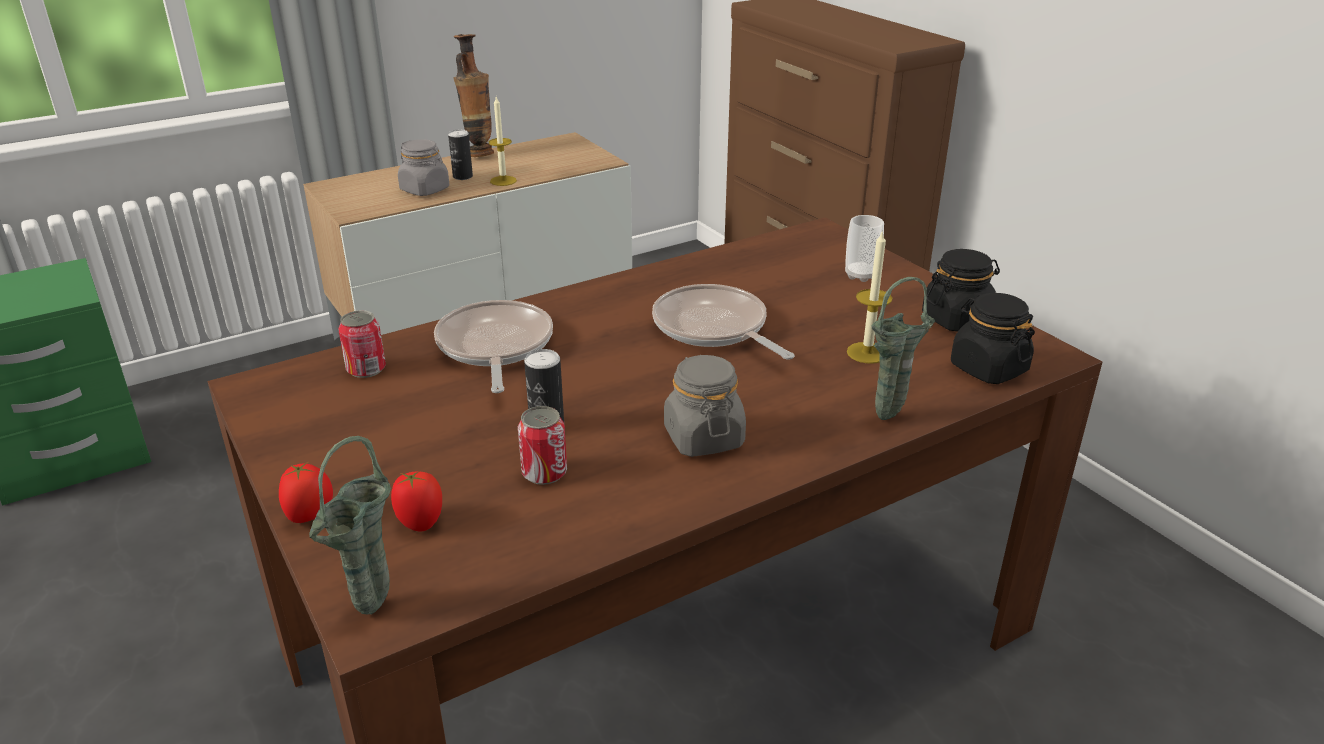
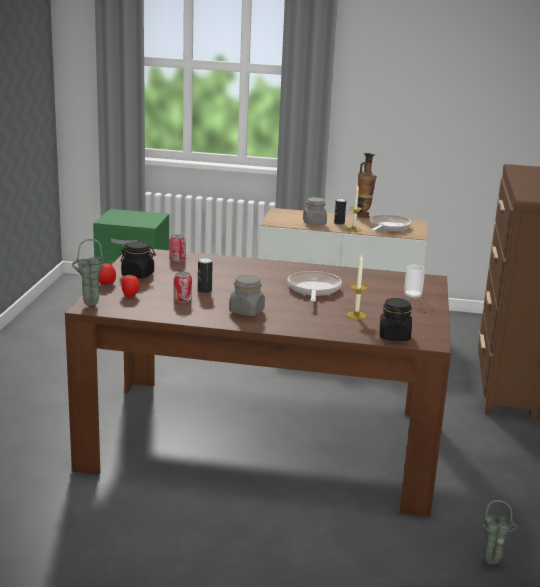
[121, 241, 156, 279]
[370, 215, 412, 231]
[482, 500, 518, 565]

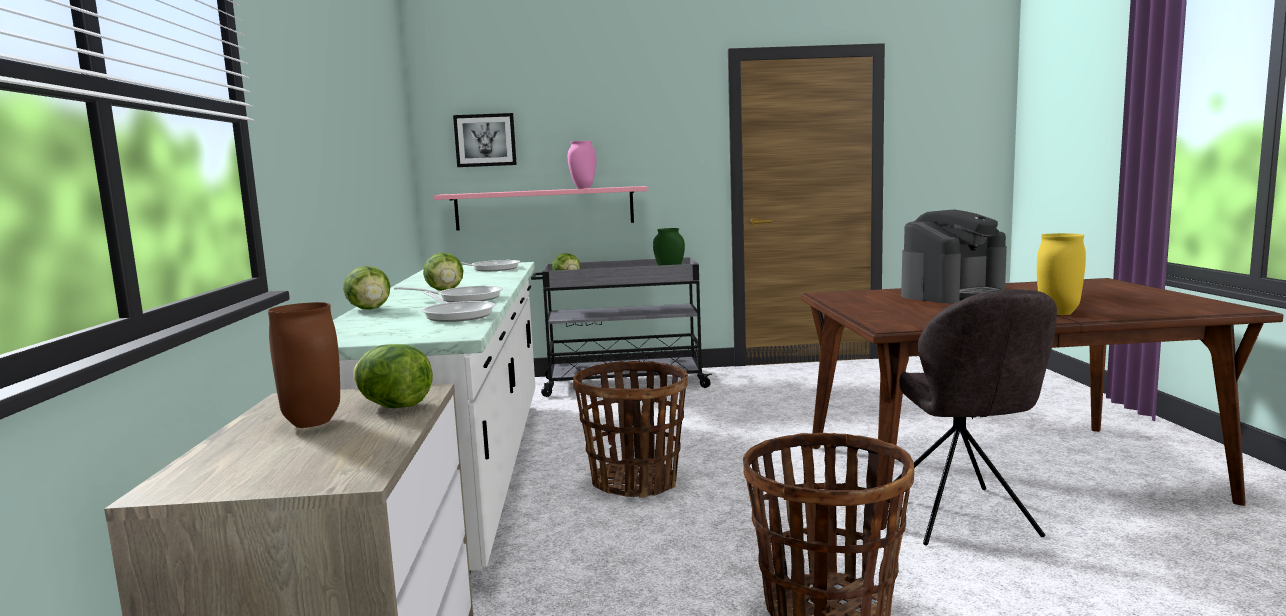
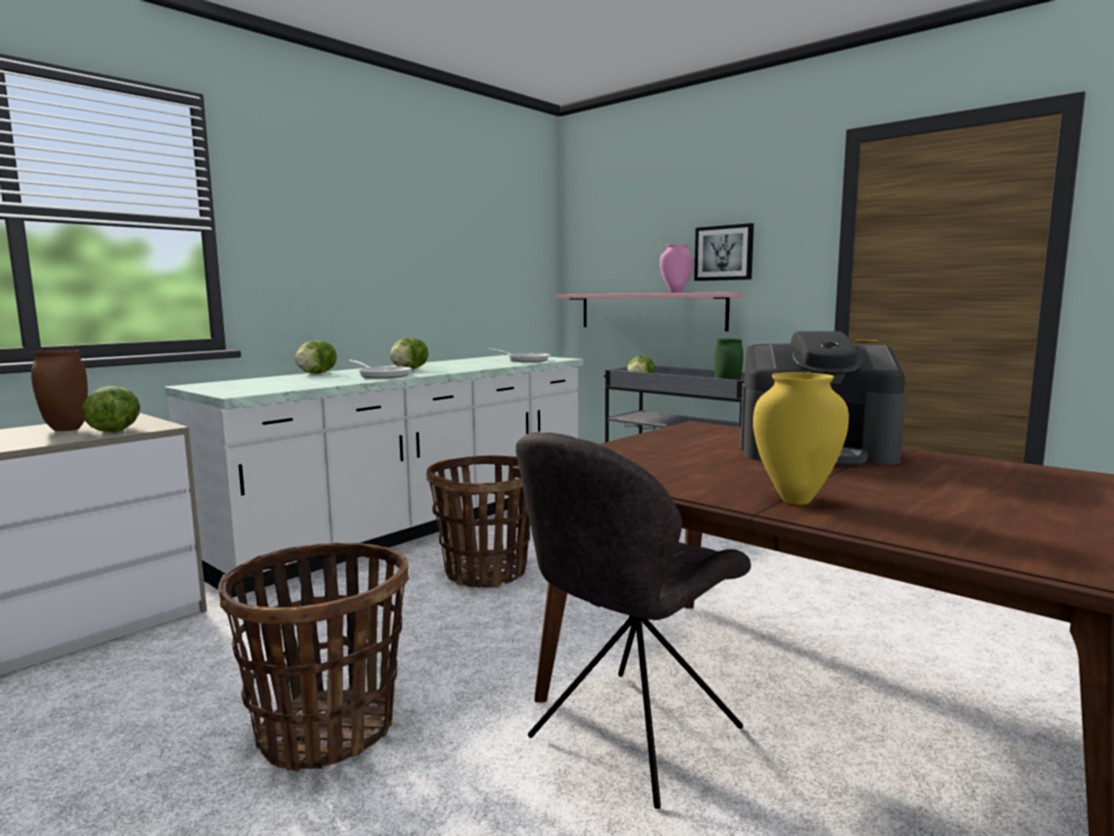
[694, 223, 754, 281]
[421, 291, 495, 322] (first image)

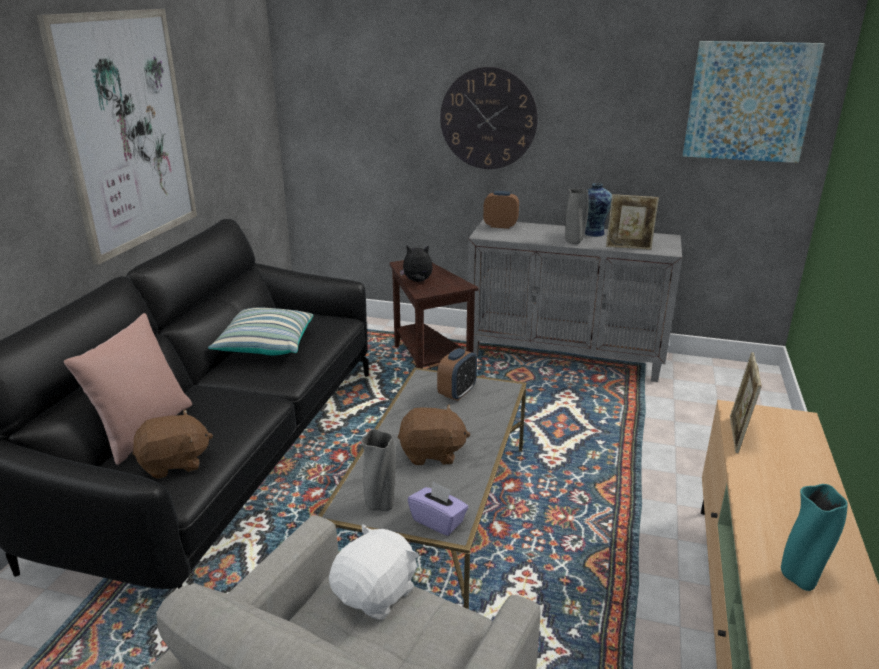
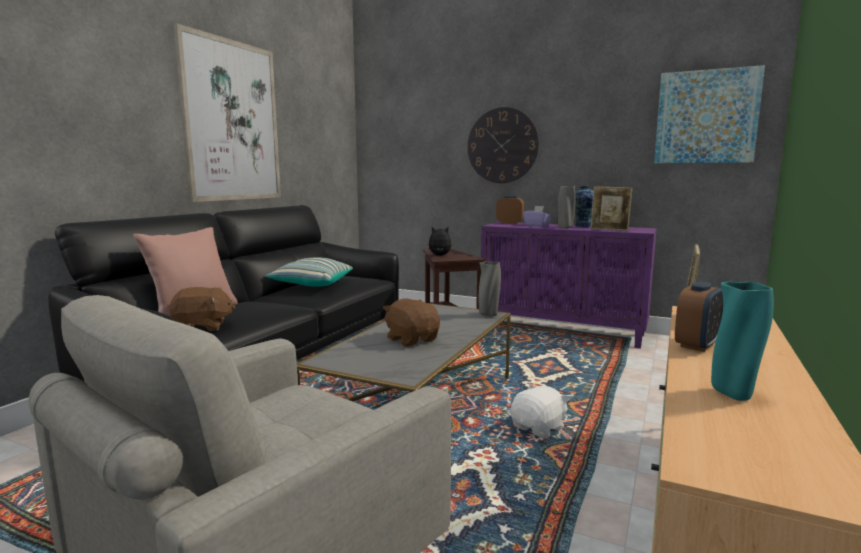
[383, 298, 440, 347]
[479, 261, 501, 316]
[481, 222, 657, 349]
[511, 385, 570, 439]
[523, 206, 552, 227]
[675, 282, 723, 352]

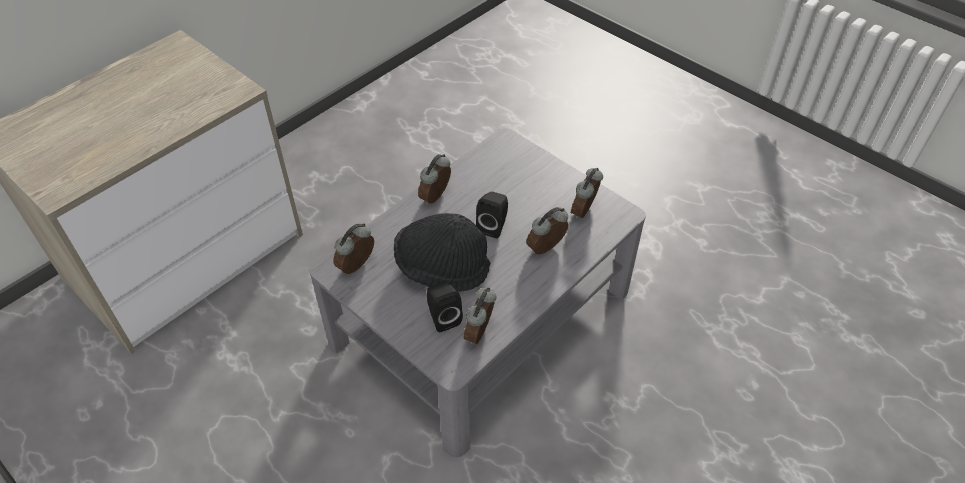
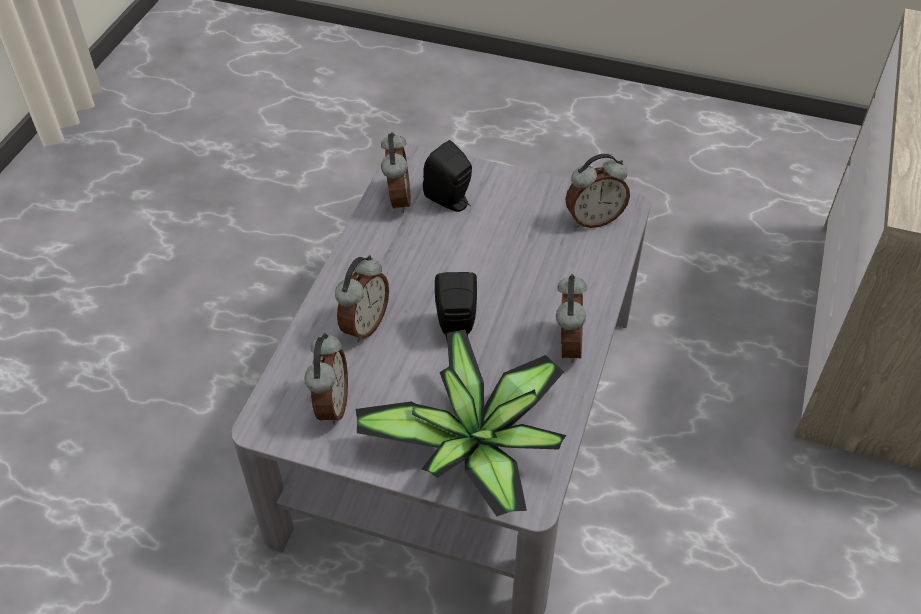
[355, 330, 567, 516]
[565, 154, 630, 228]
[394, 213, 490, 292] (first image)

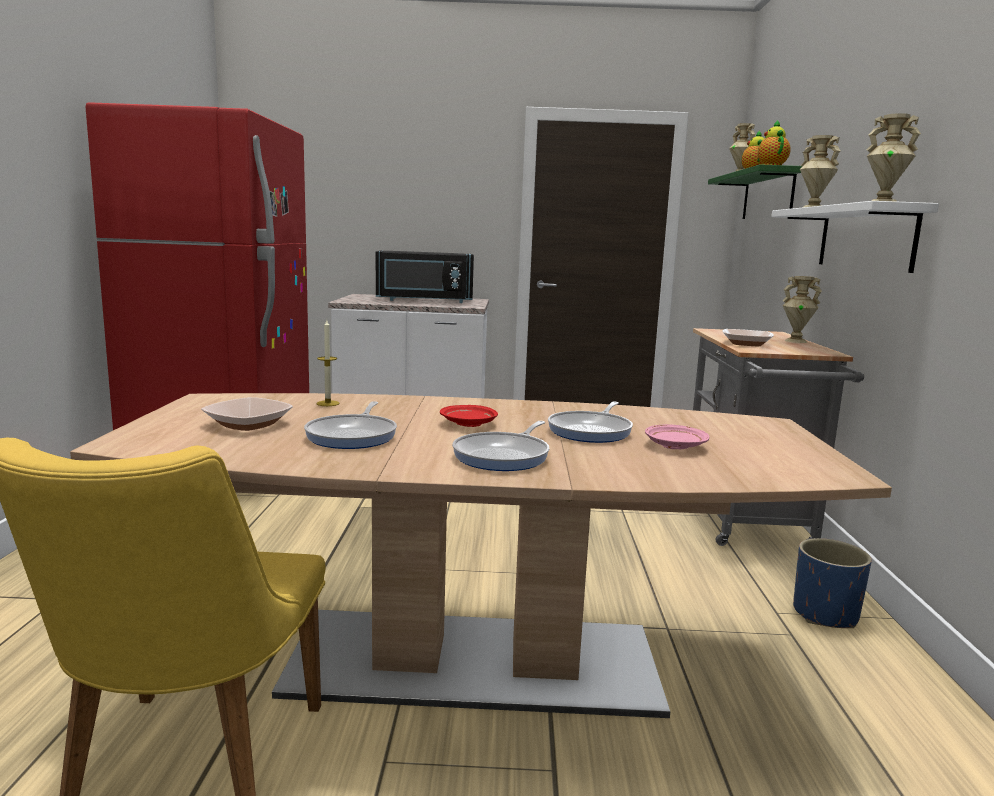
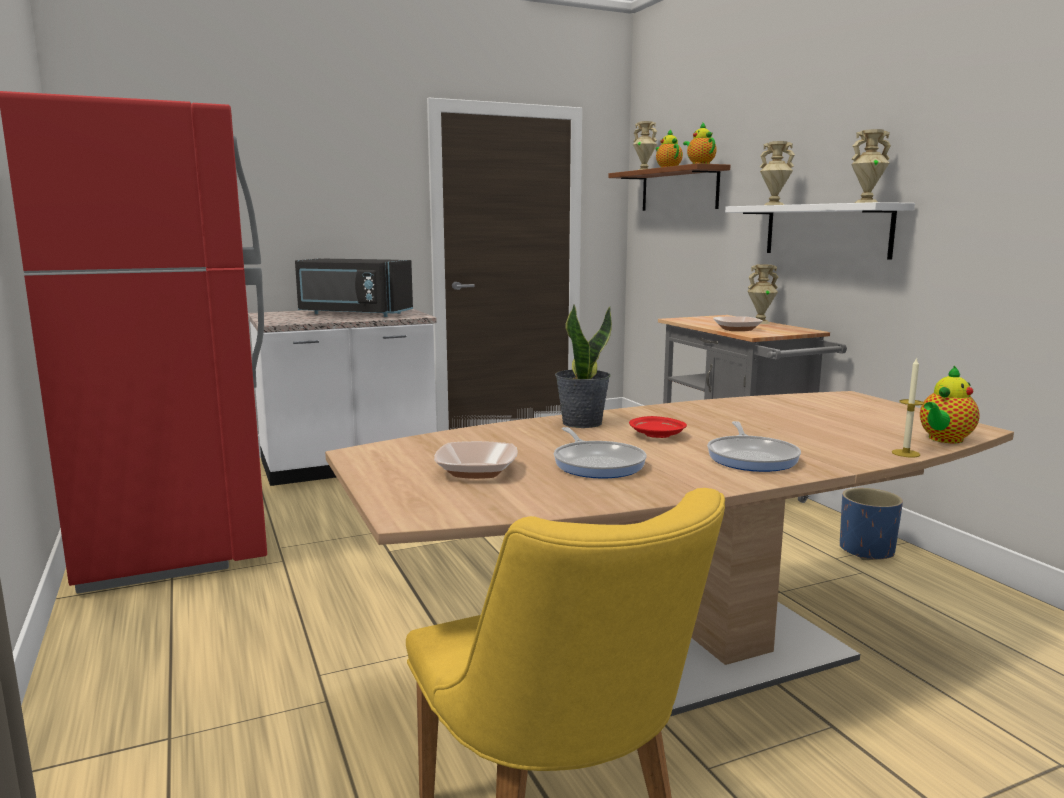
[295, 259, 413, 317]
[555, 304, 612, 428]
[608, 163, 730, 211]
[892, 357, 924, 457]
[920, 366, 980, 443]
[548, 402, 633, 443] (first image)
[645, 424, 709, 449] (first image)

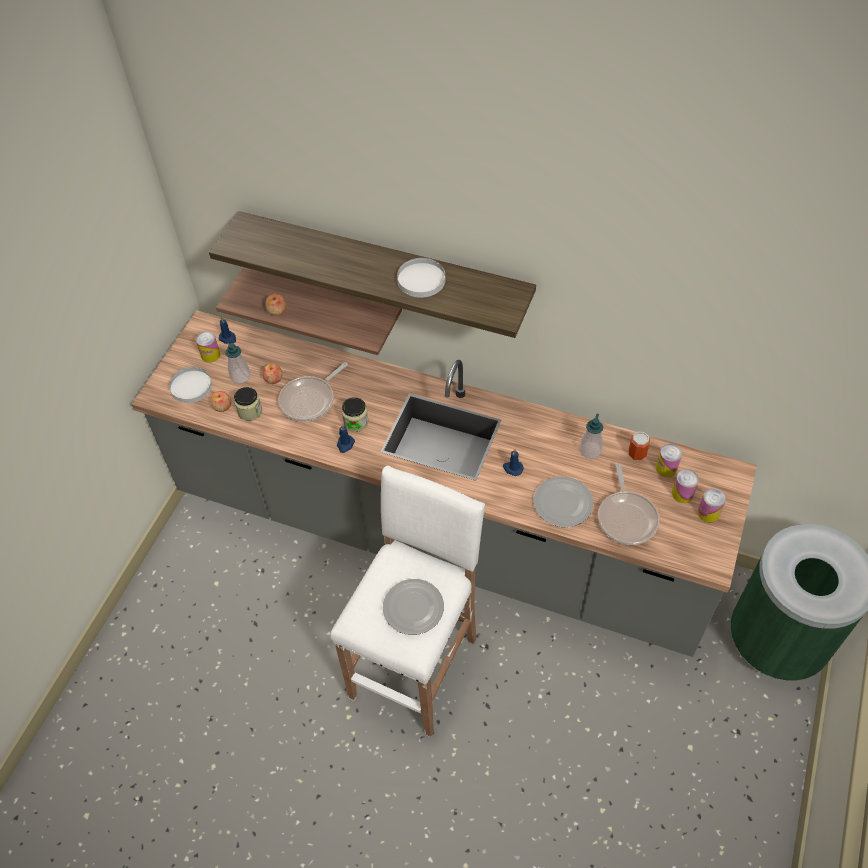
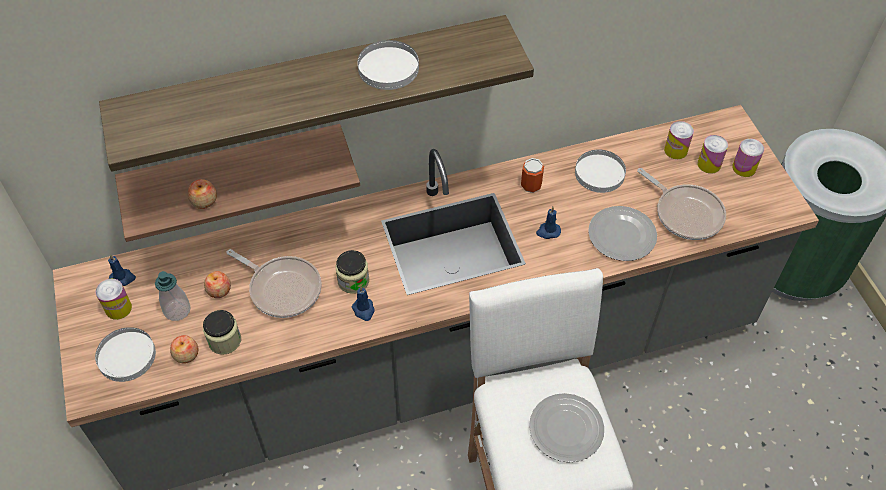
[226, 249, 321, 318]
[521, 158, 544, 193]
[575, 150, 626, 193]

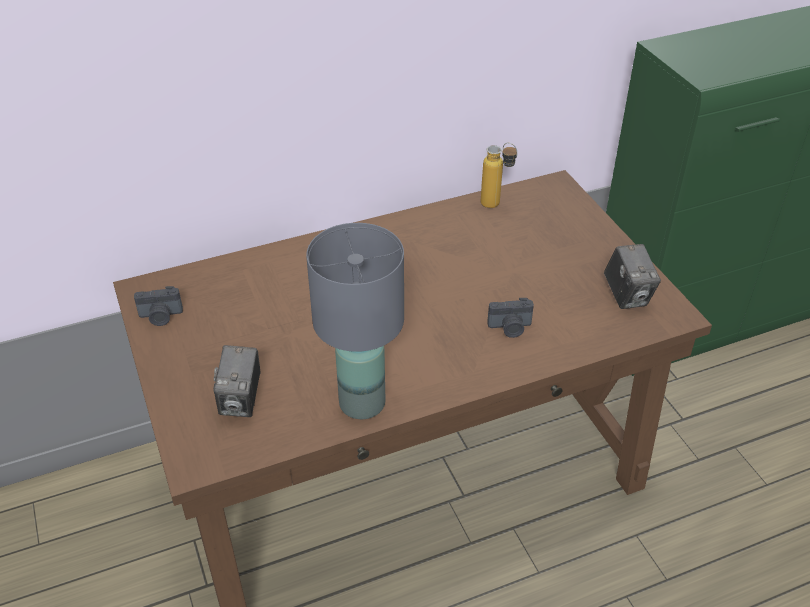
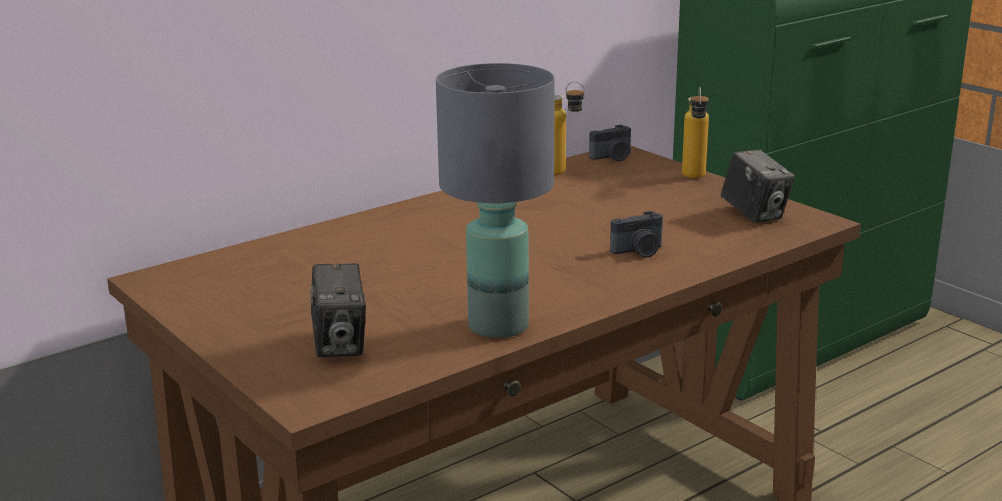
[589, 125, 631, 161]
[682, 87, 709, 178]

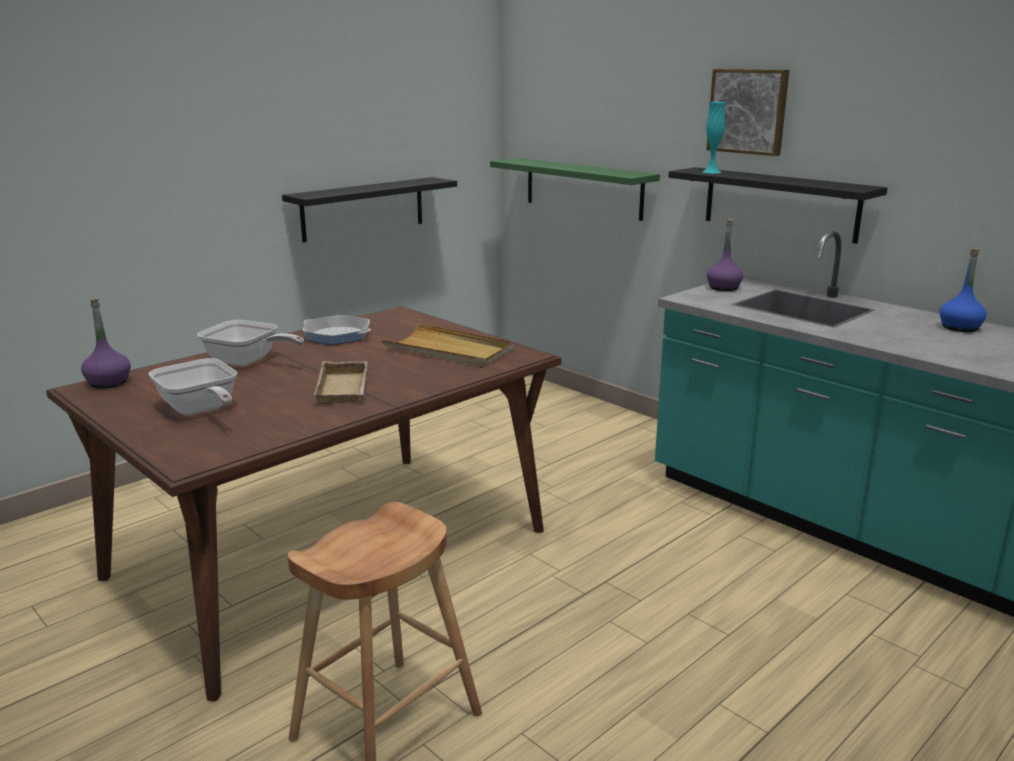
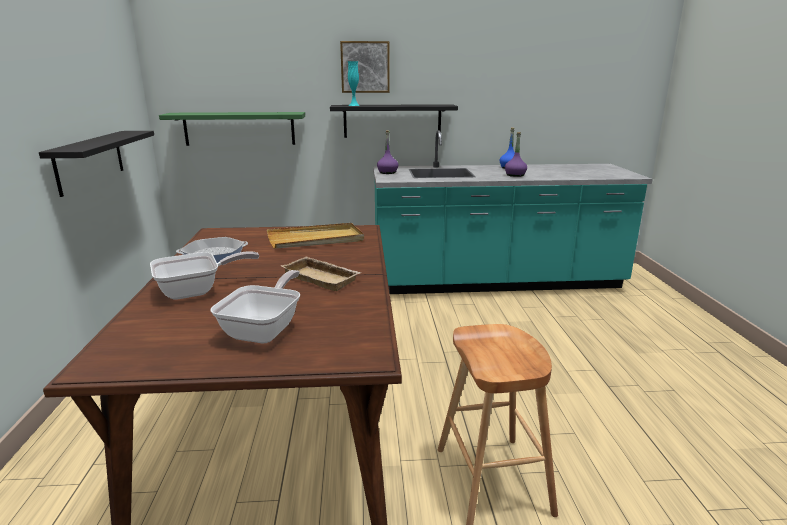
[211, 270, 300, 343]
[505, 132, 527, 177]

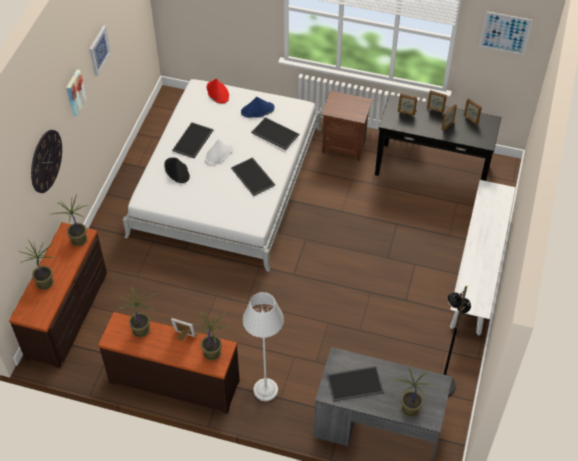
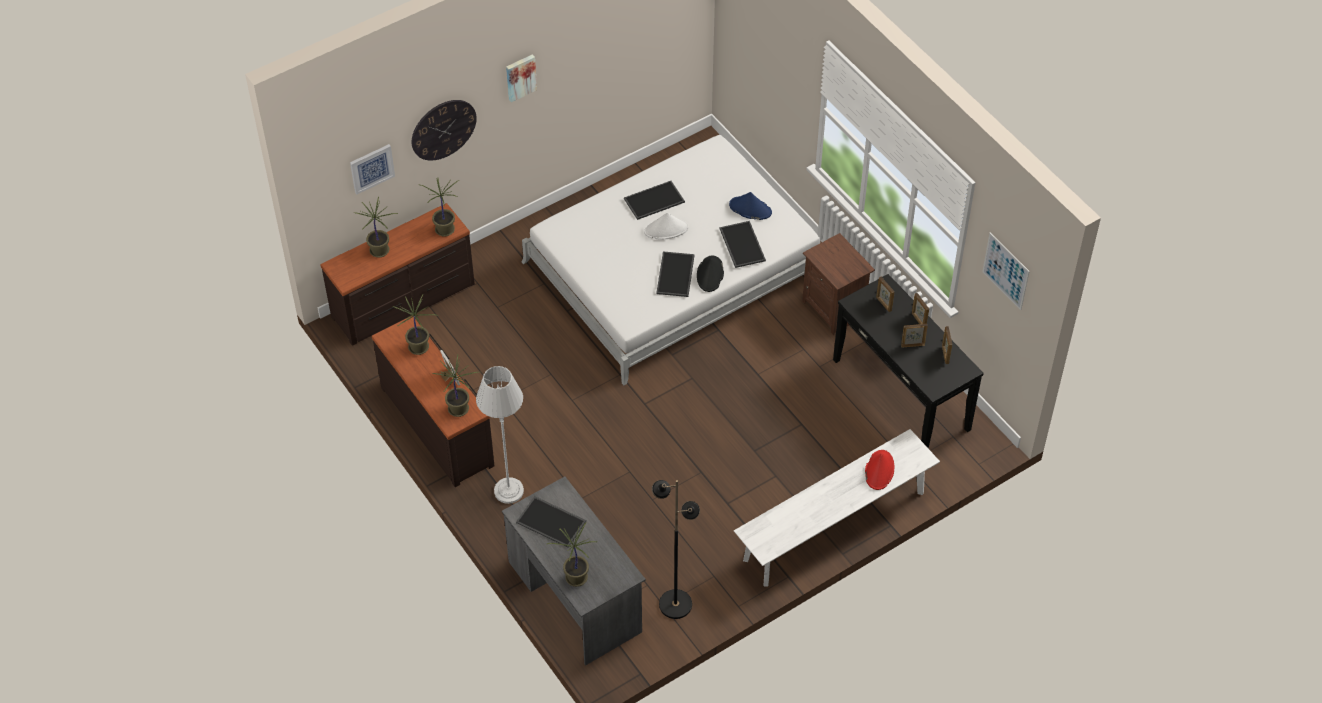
[350, 144, 395, 194]
[697, 255, 724, 292]
[865, 450, 894, 490]

